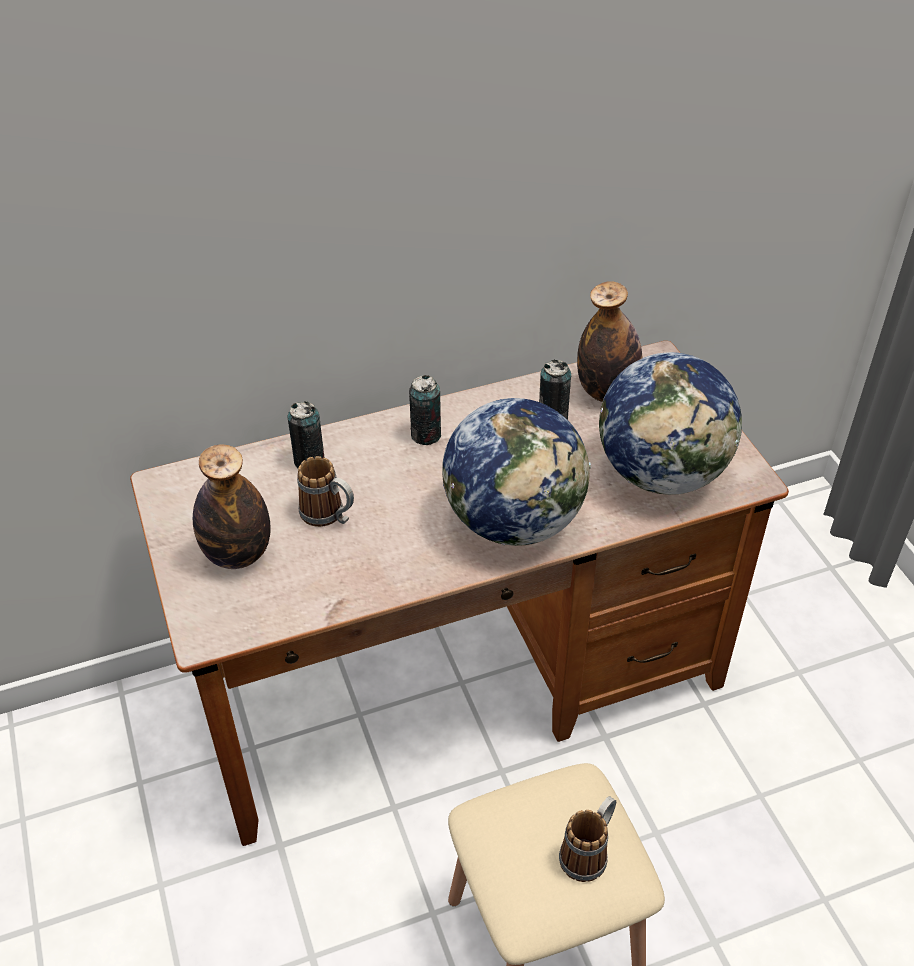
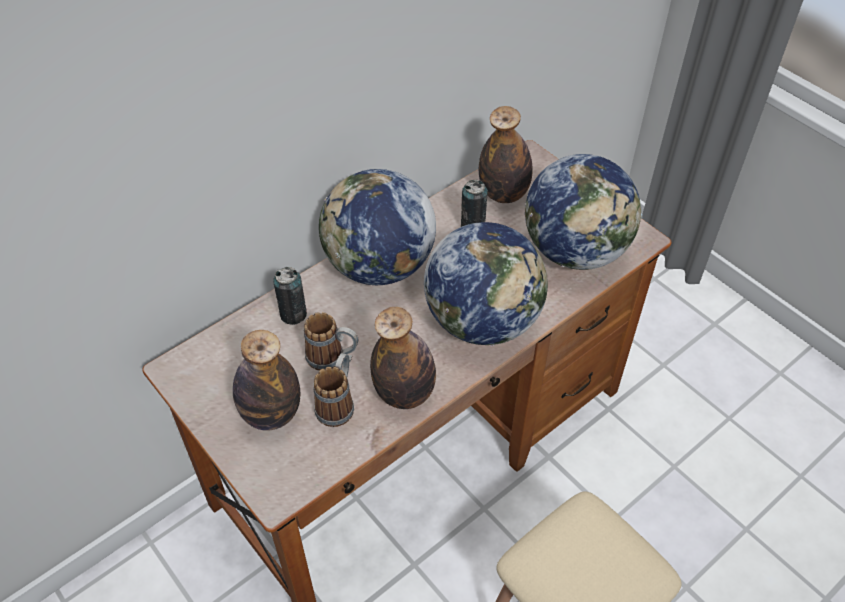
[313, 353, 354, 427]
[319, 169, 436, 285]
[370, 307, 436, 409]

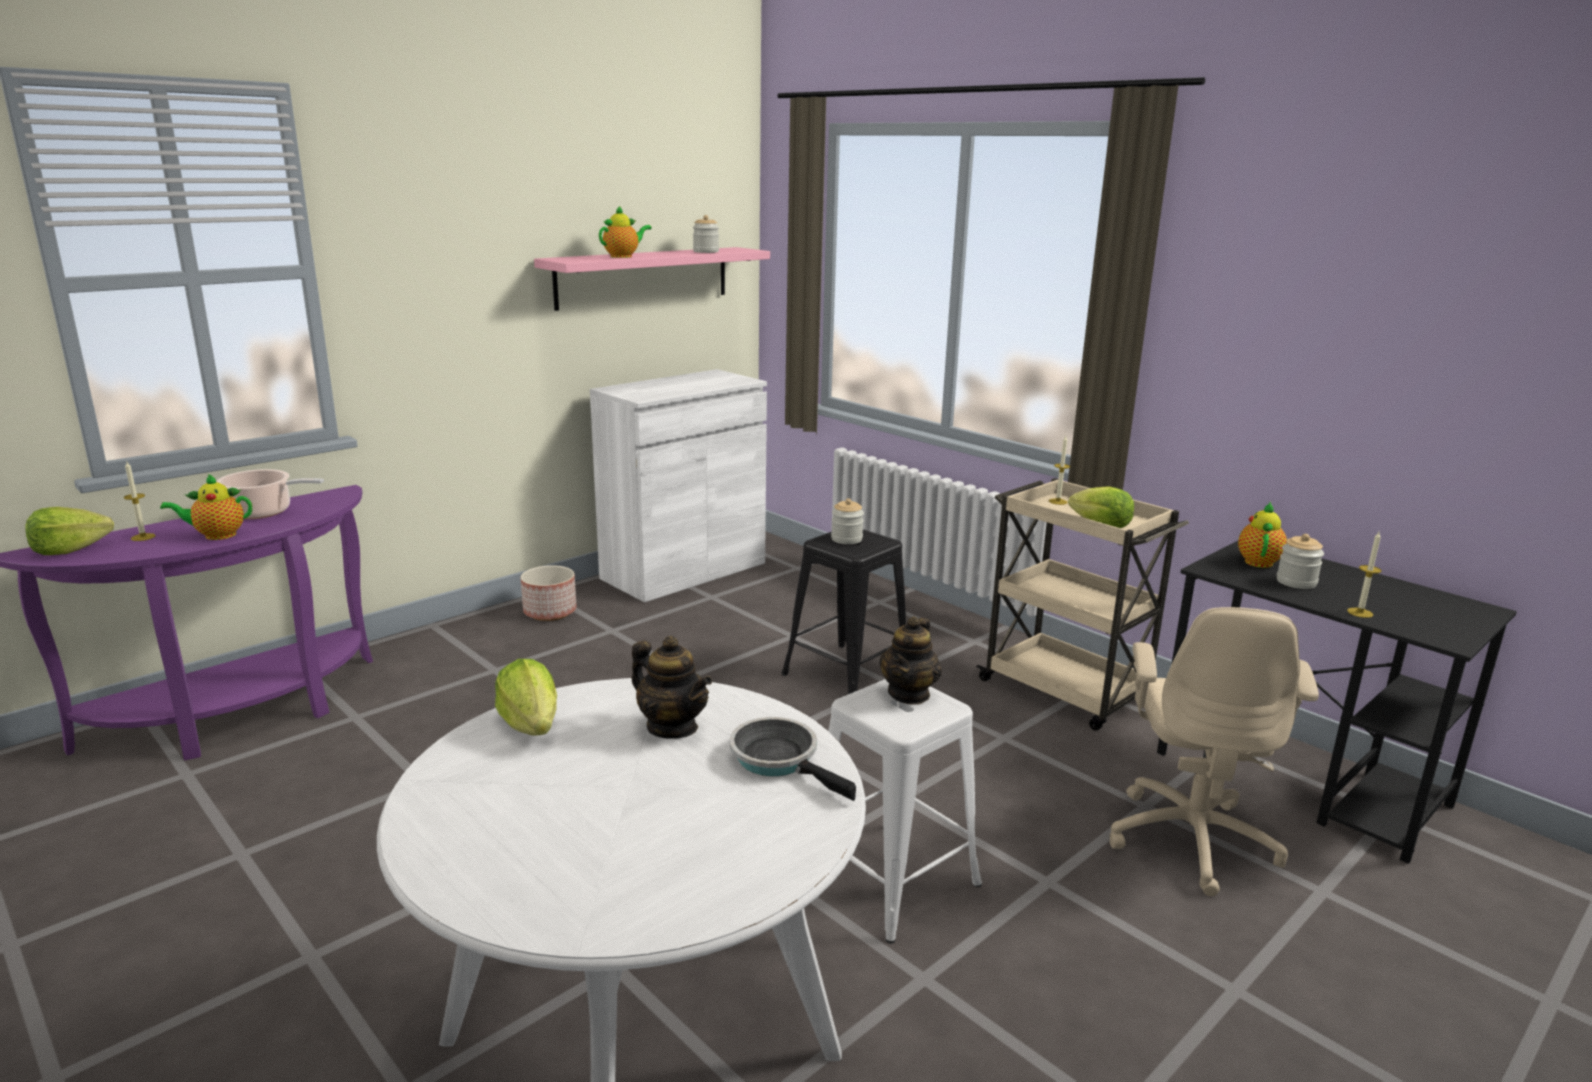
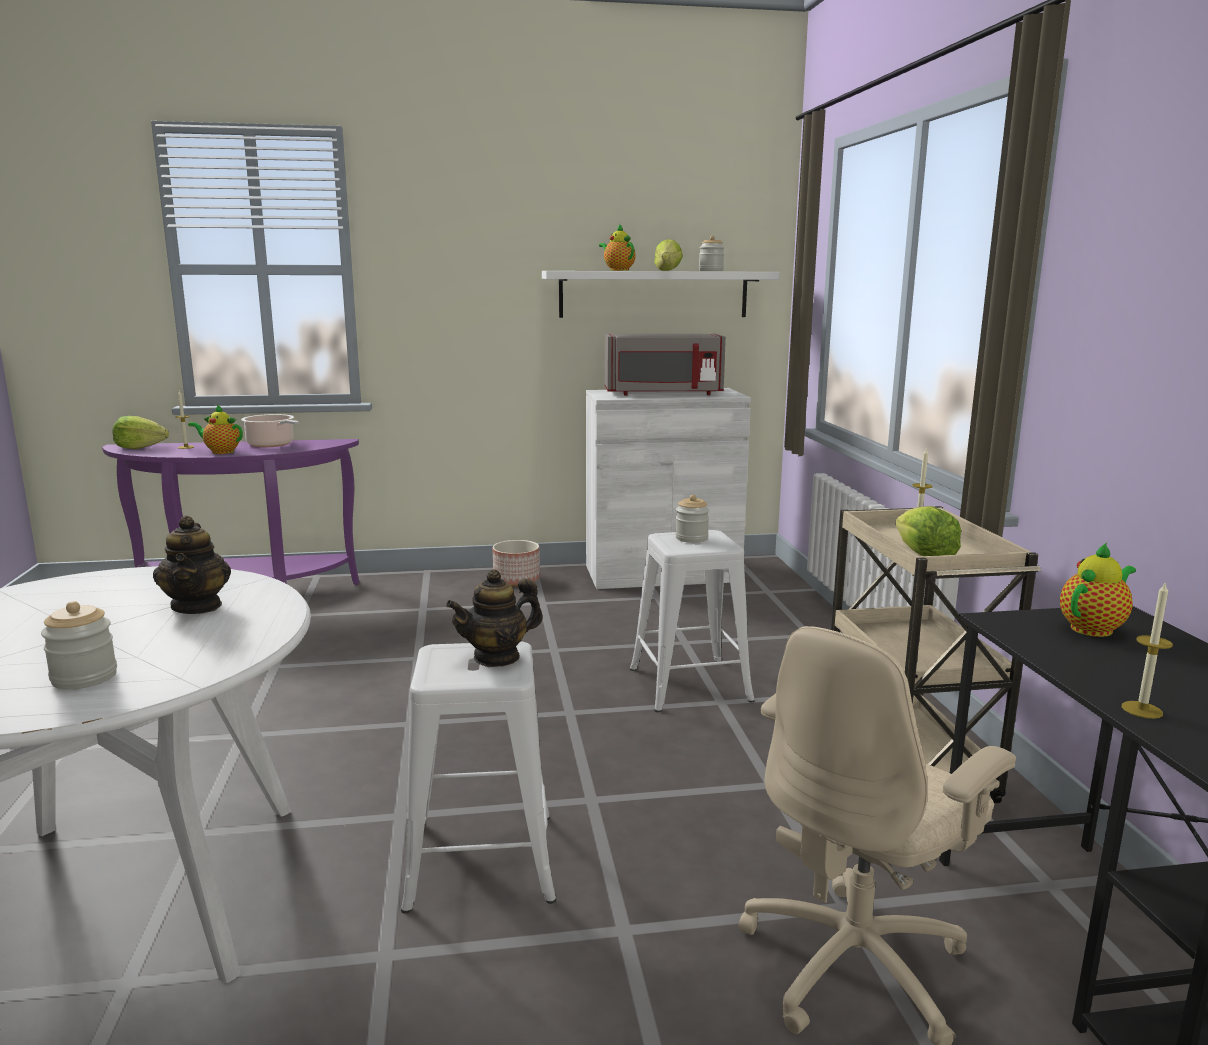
[41, 601, 117, 690]
[542, 271, 780, 318]
[599, 224, 636, 271]
[605, 333, 726, 396]
[630, 530, 755, 712]
[654, 239, 683, 271]
[729, 717, 856, 801] (first image)

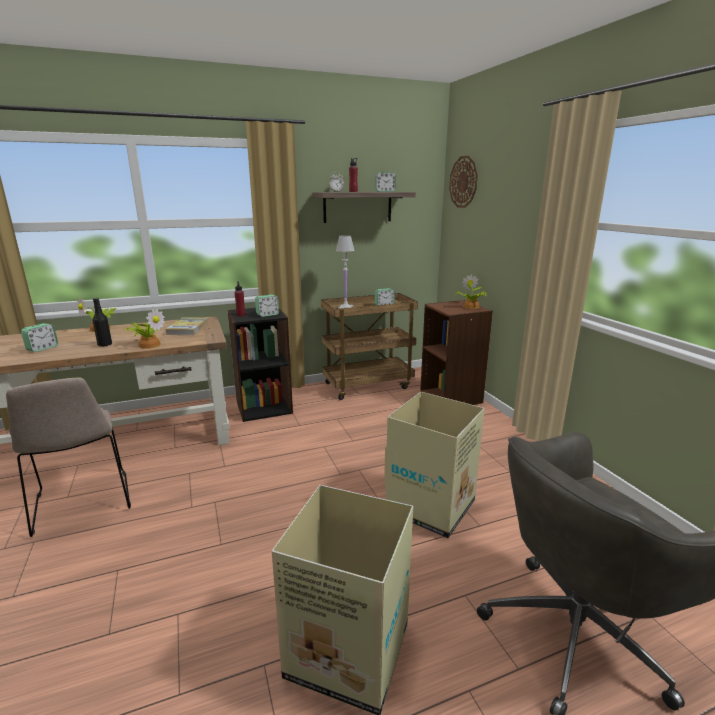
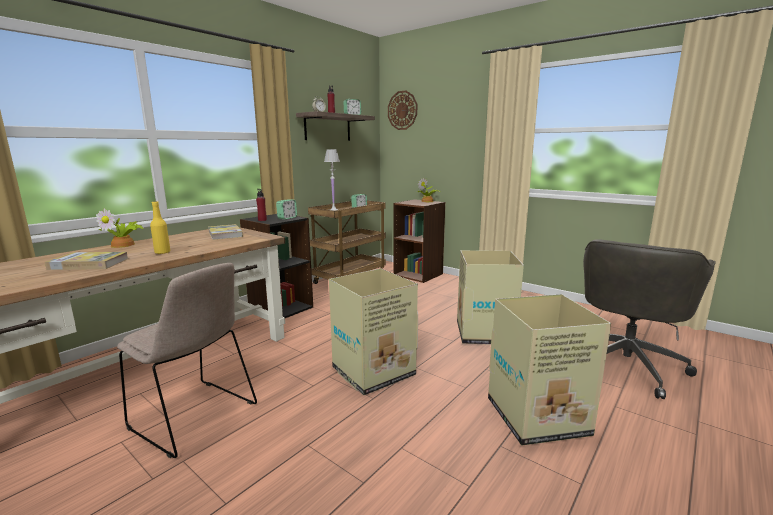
[45, 252, 128, 270]
[150, 201, 171, 254]
[329, 268, 418, 395]
[123, 309, 165, 349] (first image)

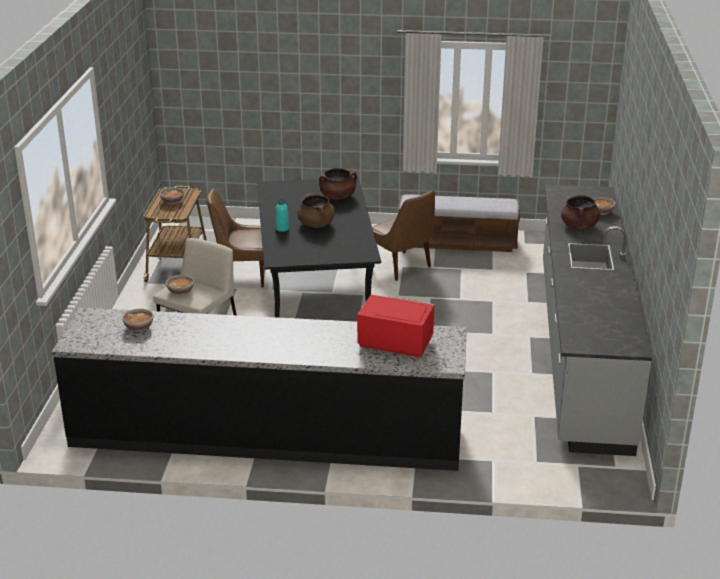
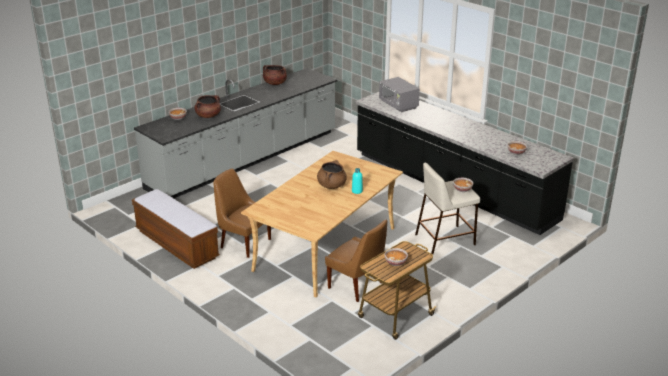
[213, 168, 271, 258]
[241, 151, 403, 297]
[263, 65, 287, 85]
[379, 77, 420, 112]

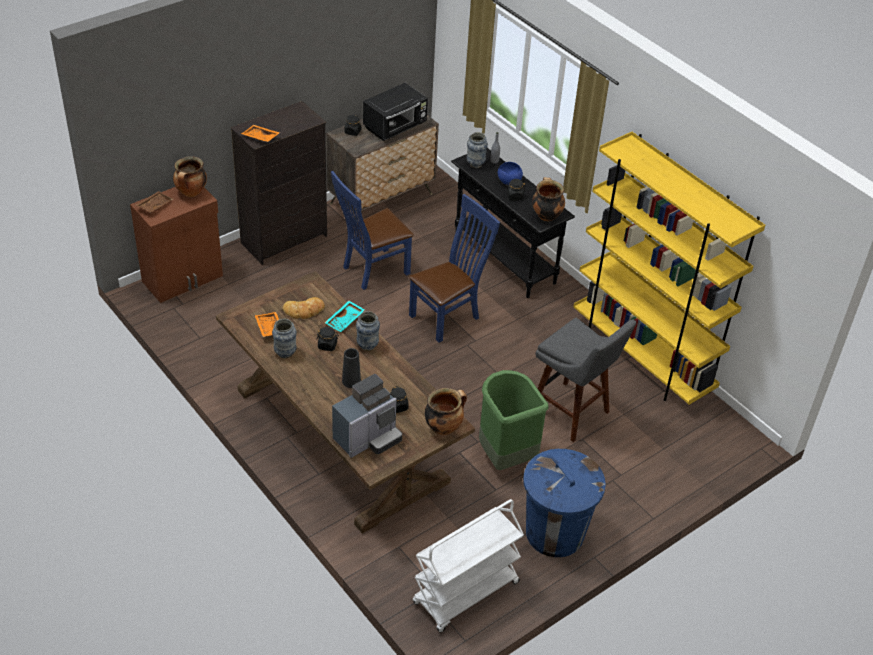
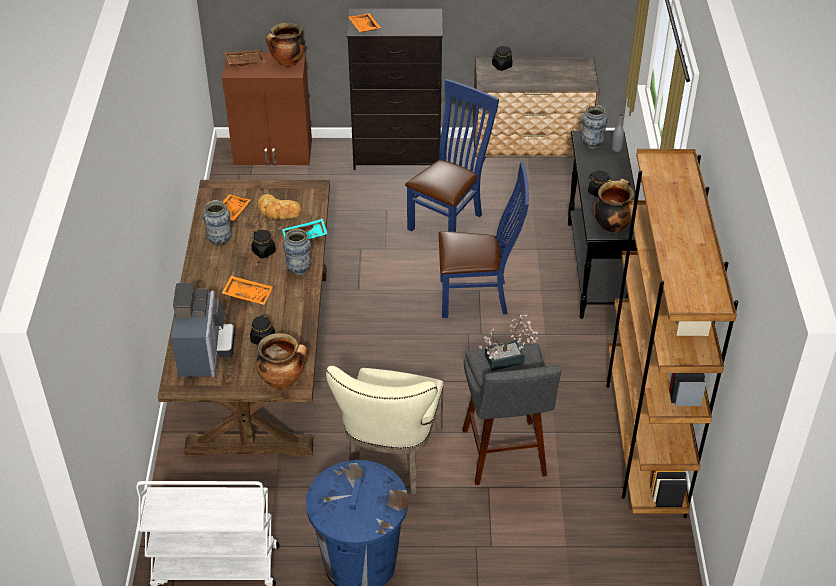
[171, 283, 235, 377]
[222, 276, 273, 305]
[326, 366, 444, 495]
[405, 79, 499, 232]
[479, 314, 538, 371]
[606, 149, 738, 518]
[363, 83, 428, 141] (first image)
[498, 162, 523, 185] (first image)

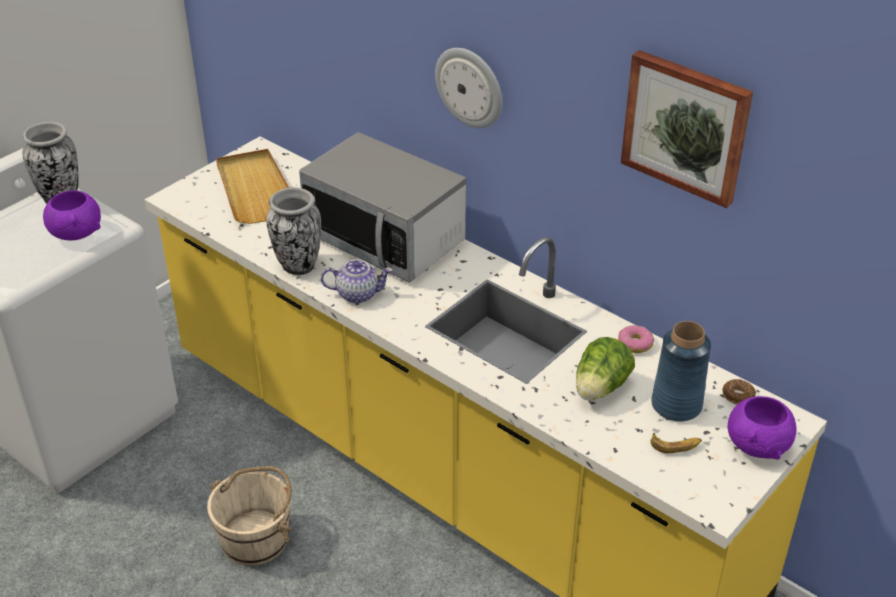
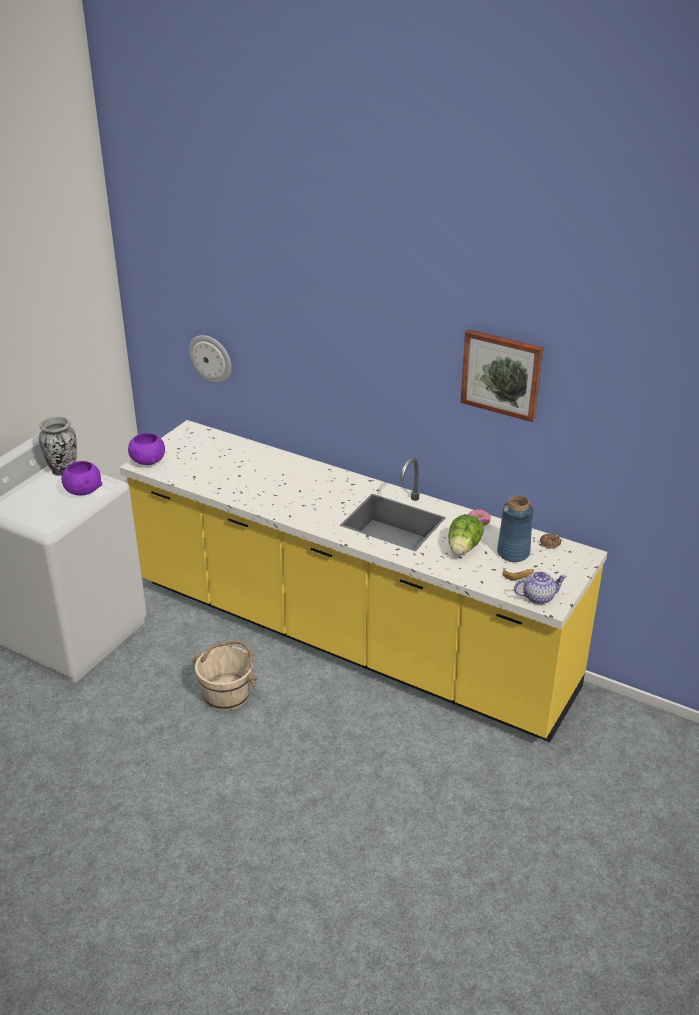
[128, 433, 165, 465]
[189, 335, 231, 384]
[514, 571, 567, 604]
[216, 149, 289, 224] (first image)
[266, 187, 321, 275] (first image)
[299, 132, 466, 283] (first image)

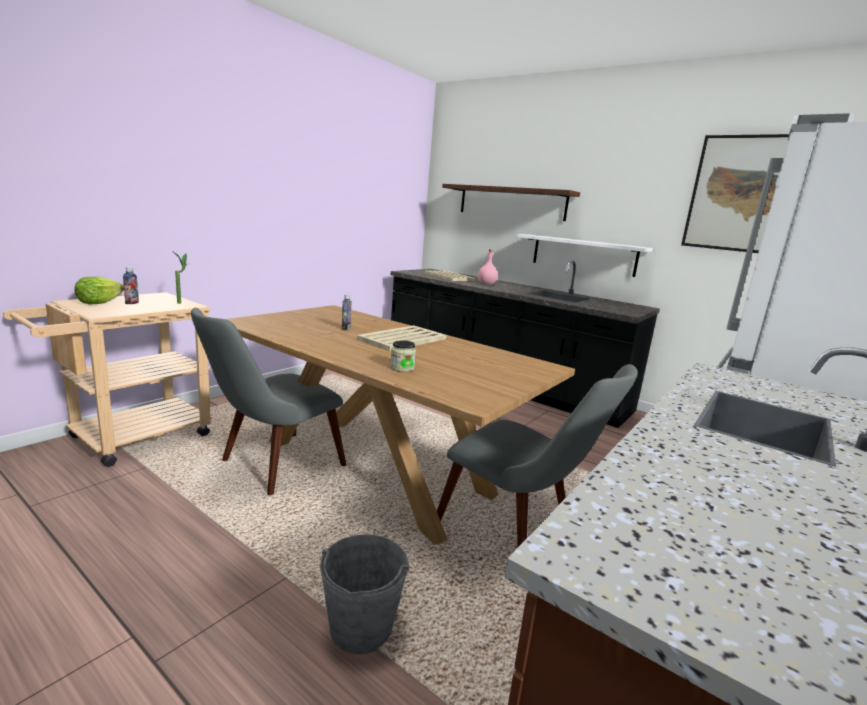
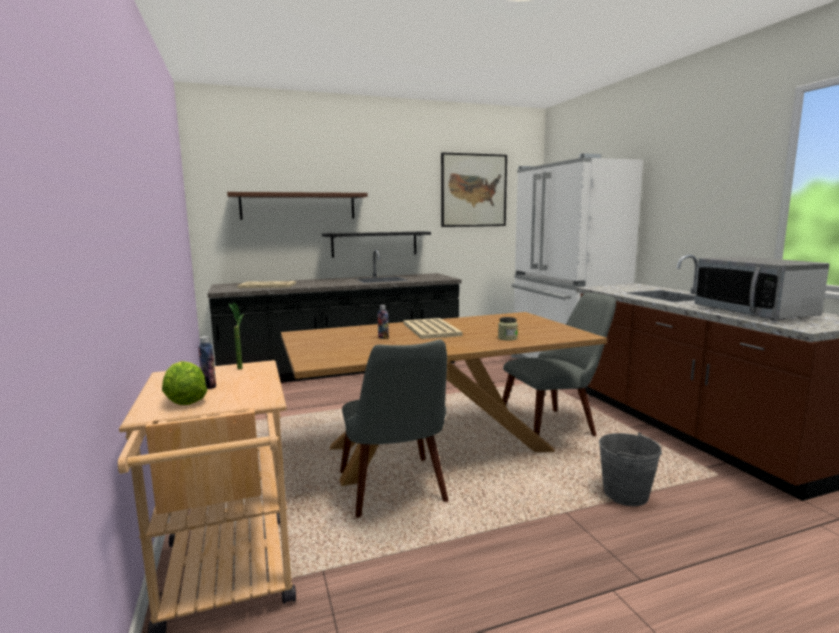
[322, 231, 431, 257]
[694, 256, 829, 320]
[478, 250, 498, 285] (first image)

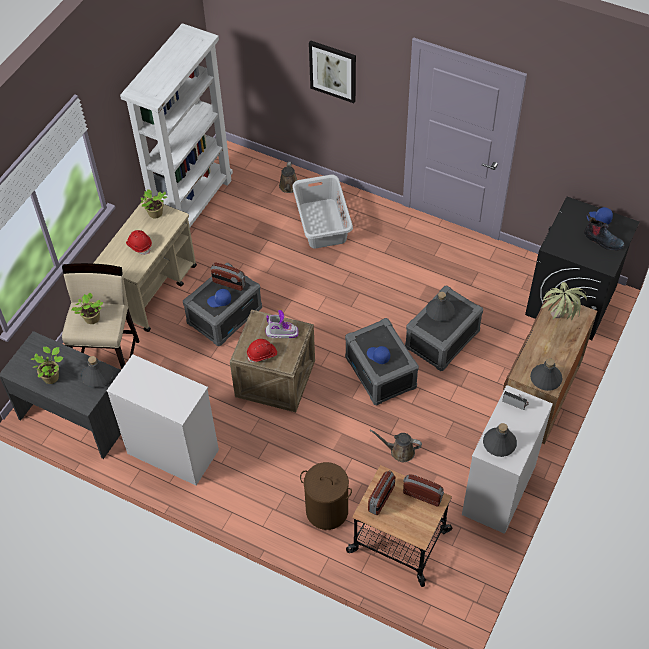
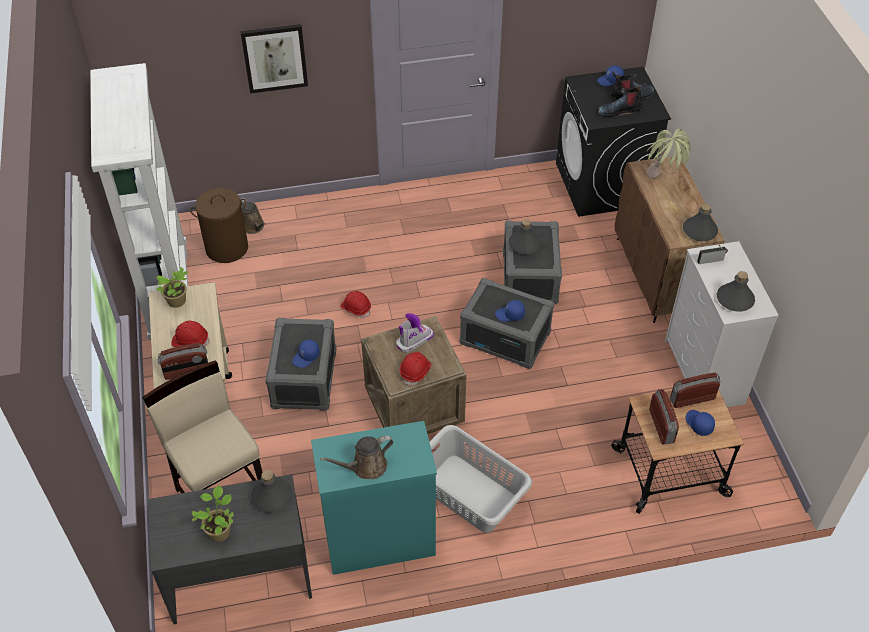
[158, 343, 208, 380]
[190, 188, 248, 263]
[311, 421, 437, 575]
[320, 435, 393, 479]
[340, 291, 371, 318]
[430, 425, 532, 533]
[598, 83, 647, 117]
[685, 410, 715, 436]
[71, 293, 103, 324] (first image)

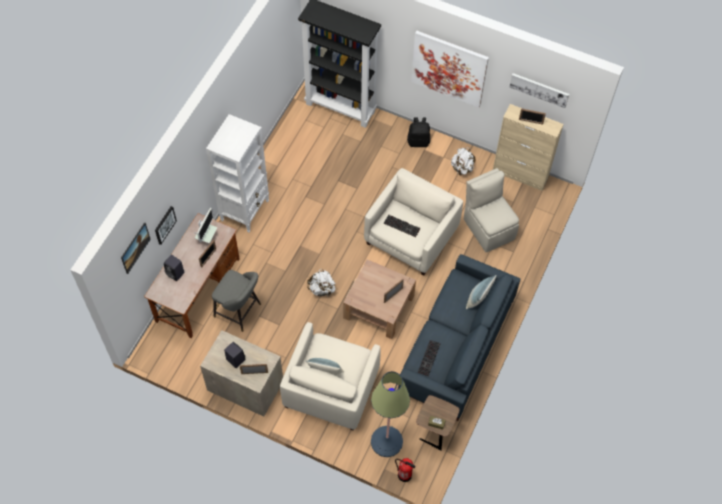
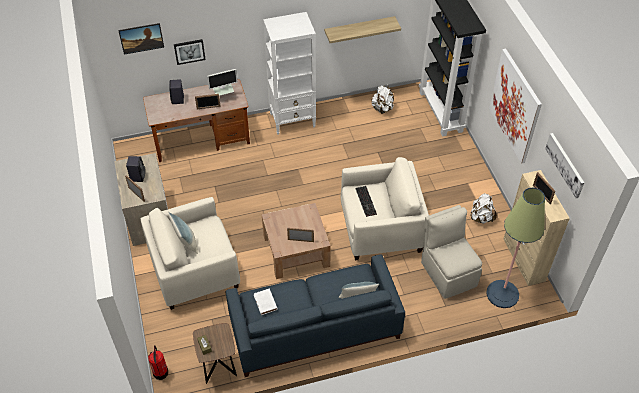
[254, 289, 278, 315]
[324, 16, 401, 43]
[371, 84, 394, 114]
[421, 205, 482, 299]
[486, 188, 545, 308]
[212, 270, 261, 332] (first image)
[407, 117, 430, 147] (first image)

